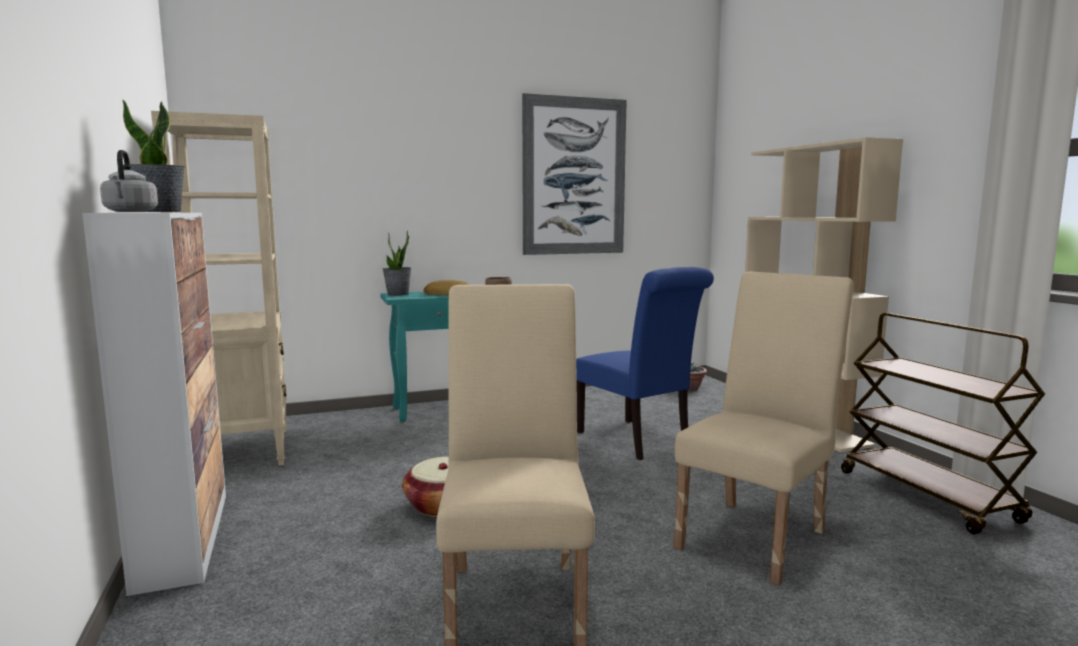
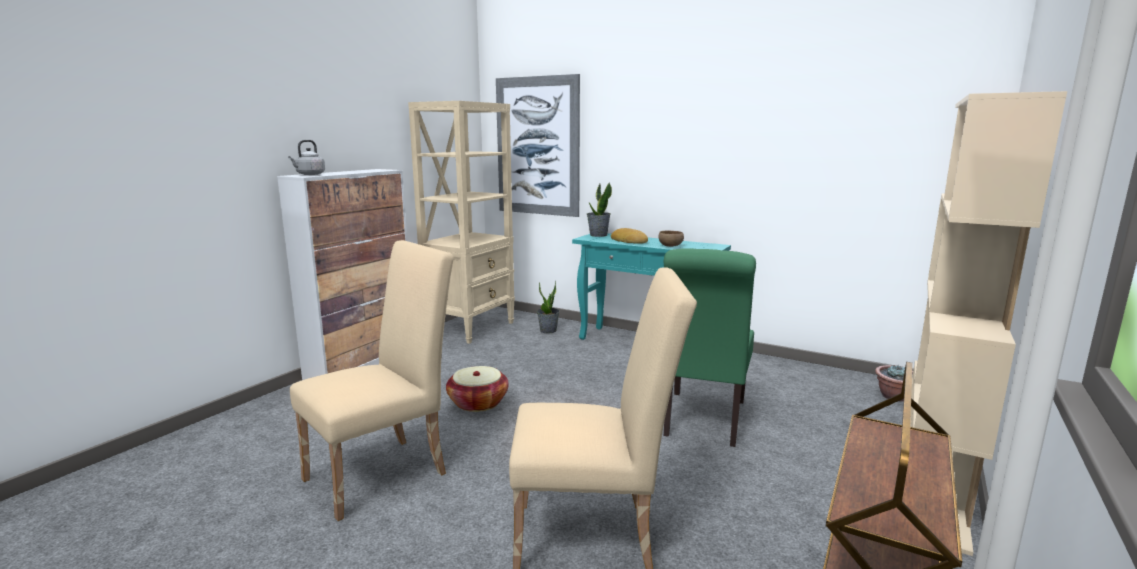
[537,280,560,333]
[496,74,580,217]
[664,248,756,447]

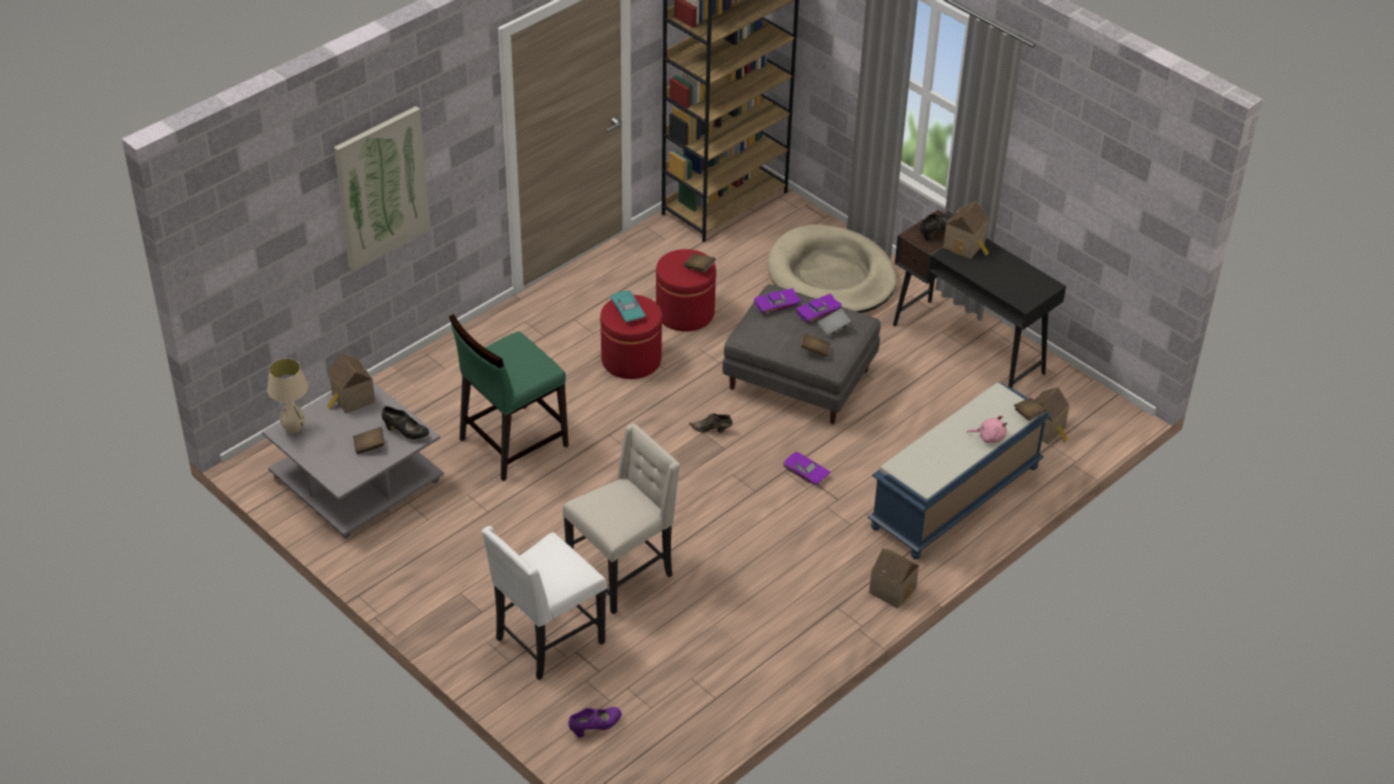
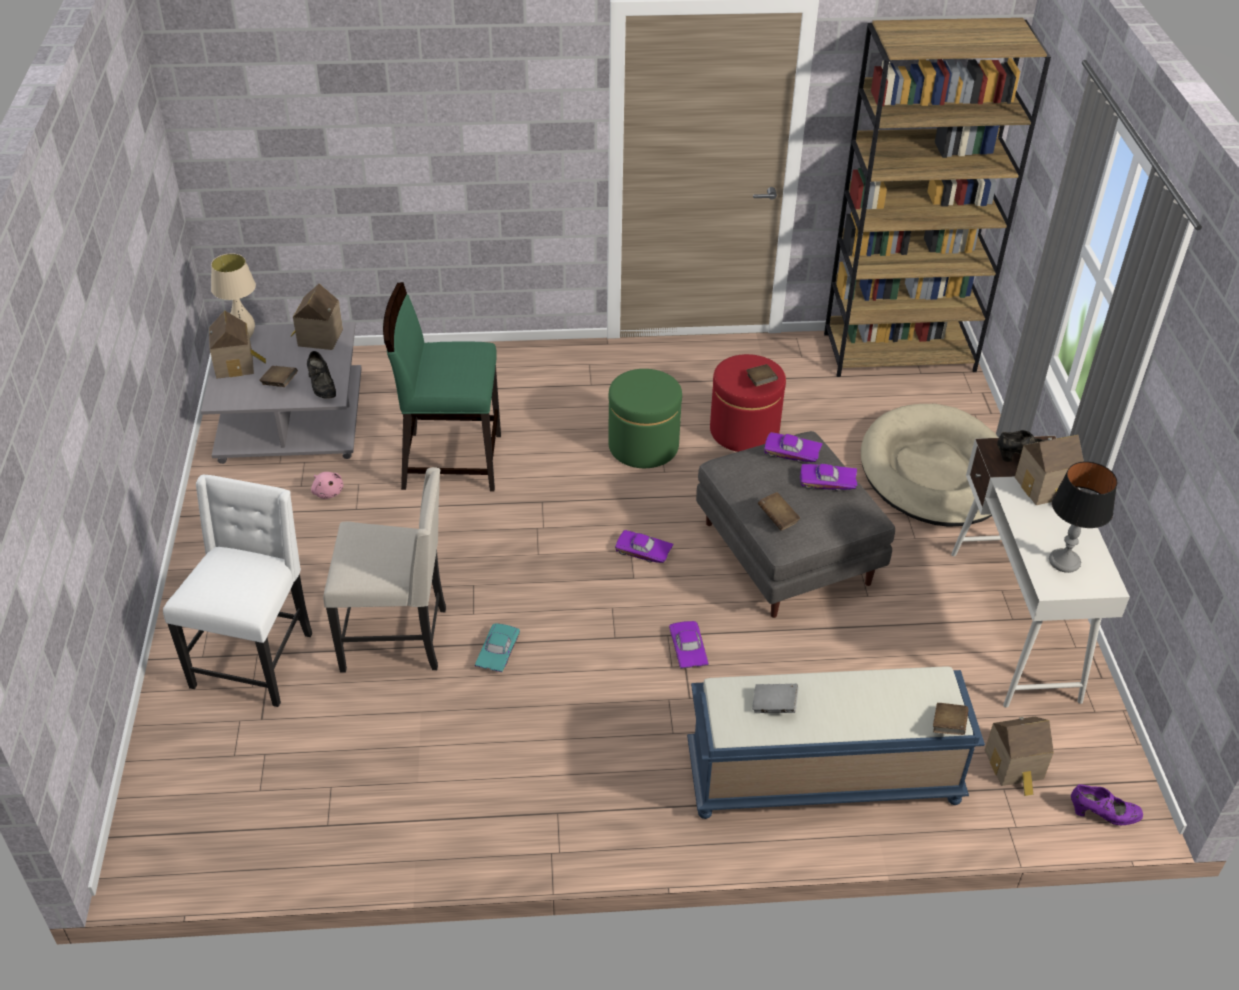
[334,106,431,270] (first image)
[163,475,312,707]
[1071,784,1143,825]
[608,369,682,468]
[475,623,520,672]
[615,530,673,563]
[752,684,798,713]
[209,310,266,379]
[951,436,1130,708]
[311,472,343,499]
[1049,461,1117,573]

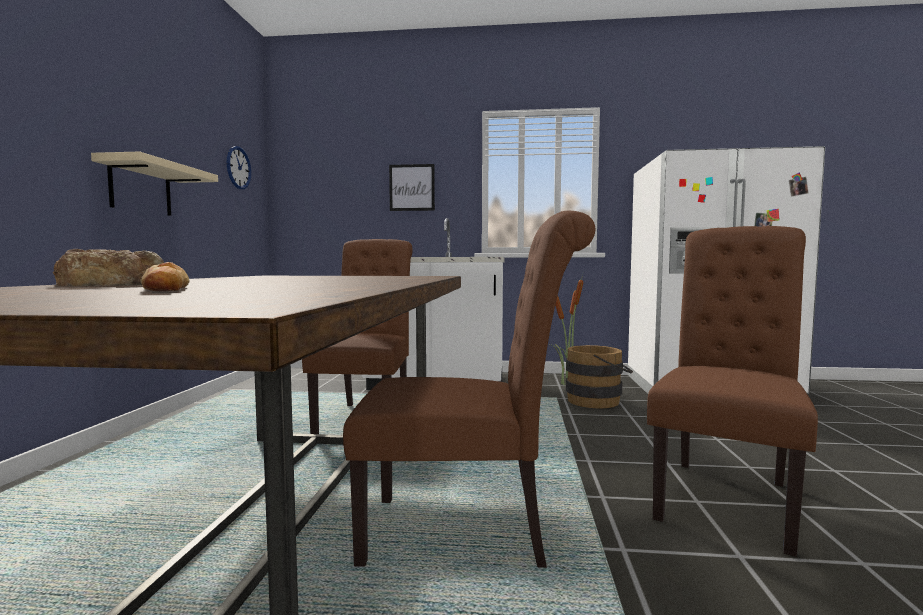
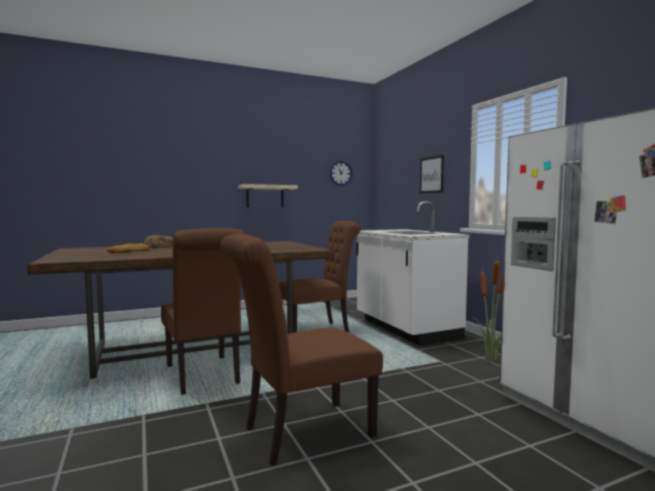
[566,345,633,408] (first image)
[221,234,383,466]

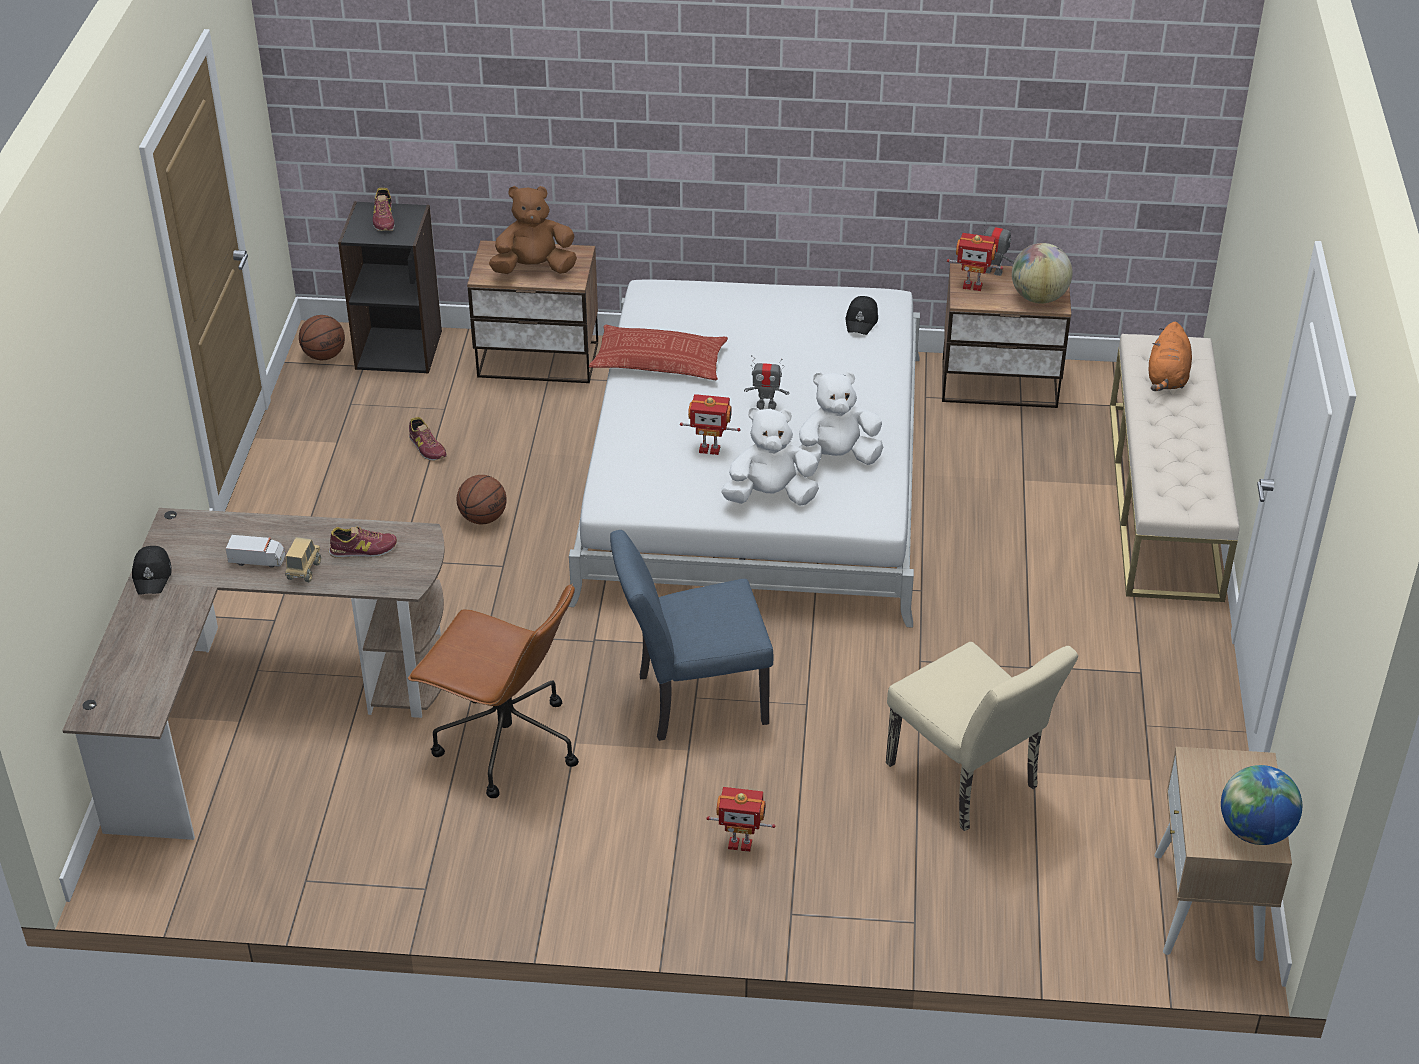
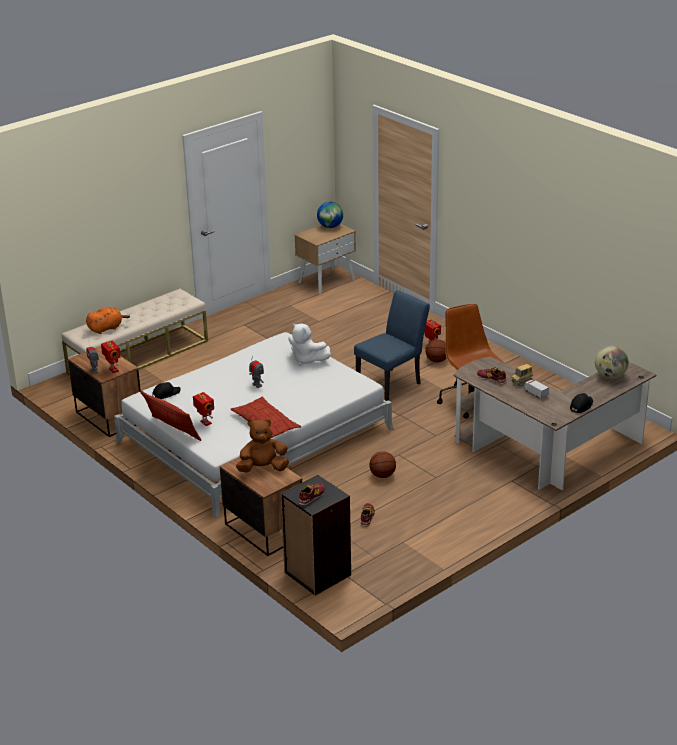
[426,339,446,363]
[236,419,289,473]
[354,290,430,401]
[193,392,214,426]
[799,371,883,465] (first image)
[886,642,1078,831] (first image)
[595,346,629,379]
[140,390,201,441]

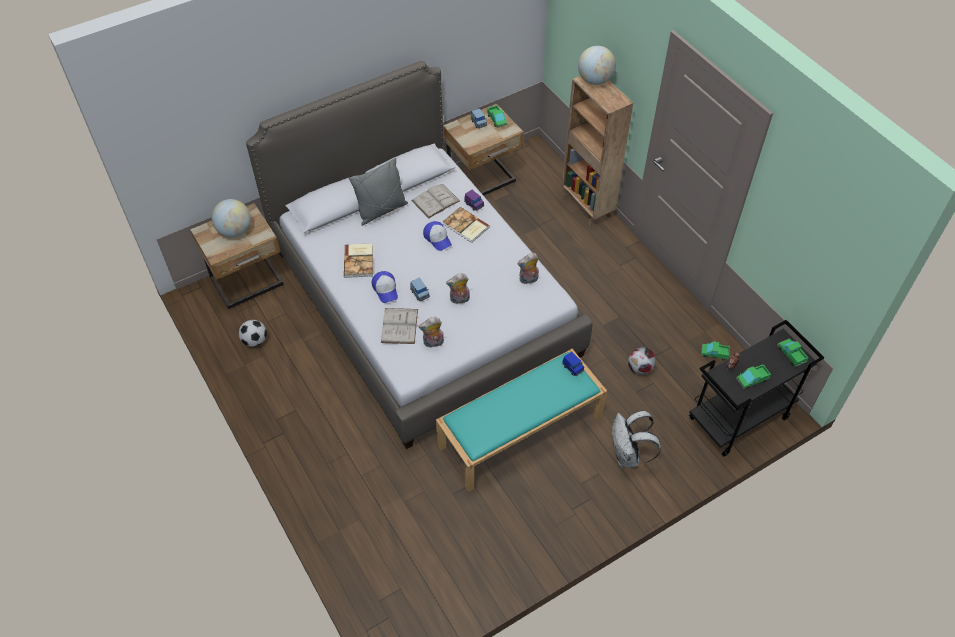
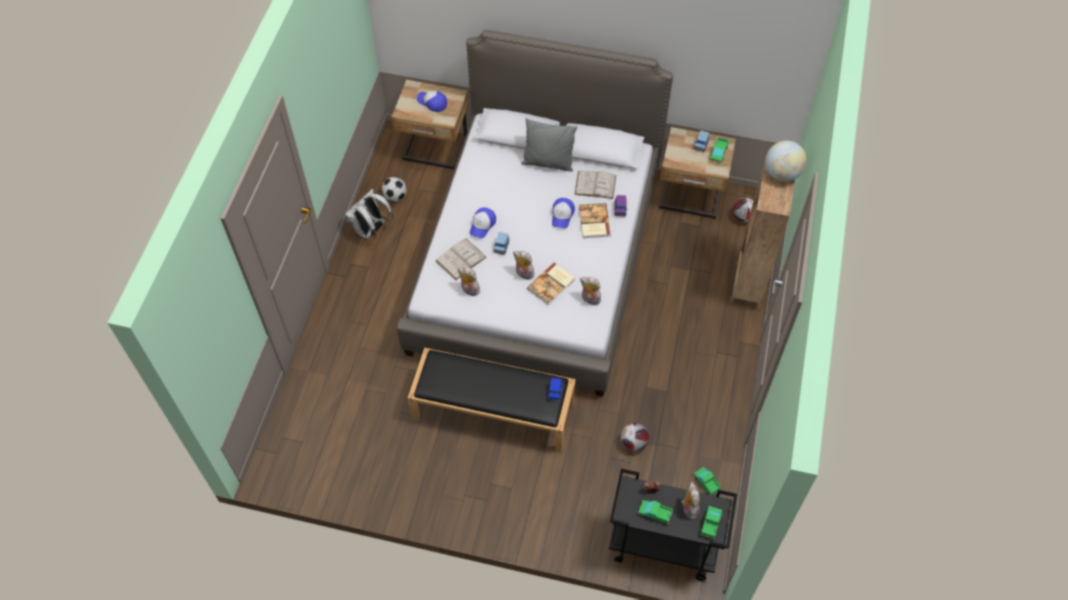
[417,91,447,112]
[527,262,575,305]
[408,348,575,453]
[345,189,393,240]
[682,482,700,519]
[732,198,753,223]

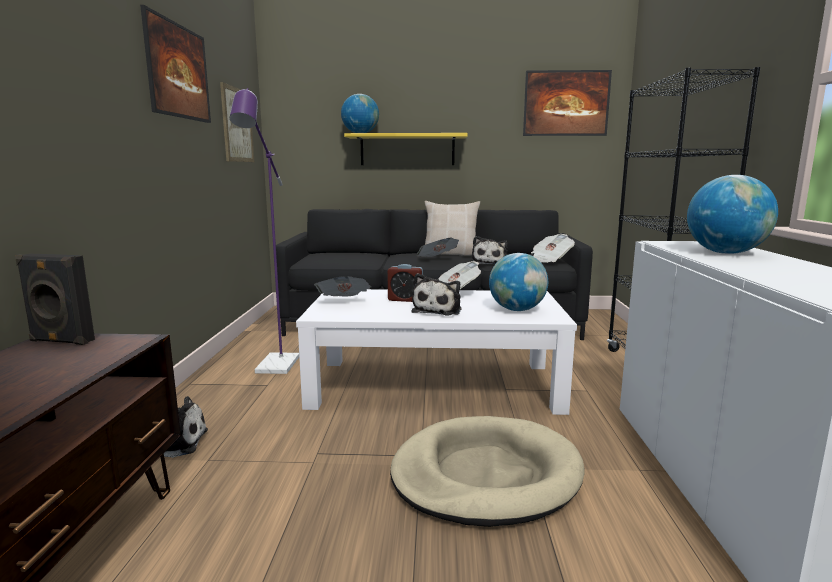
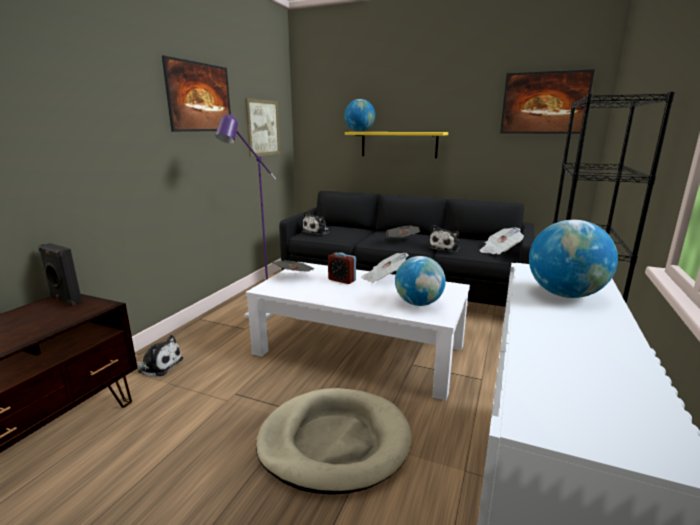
[301,211,330,235]
[425,201,480,256] (first image)

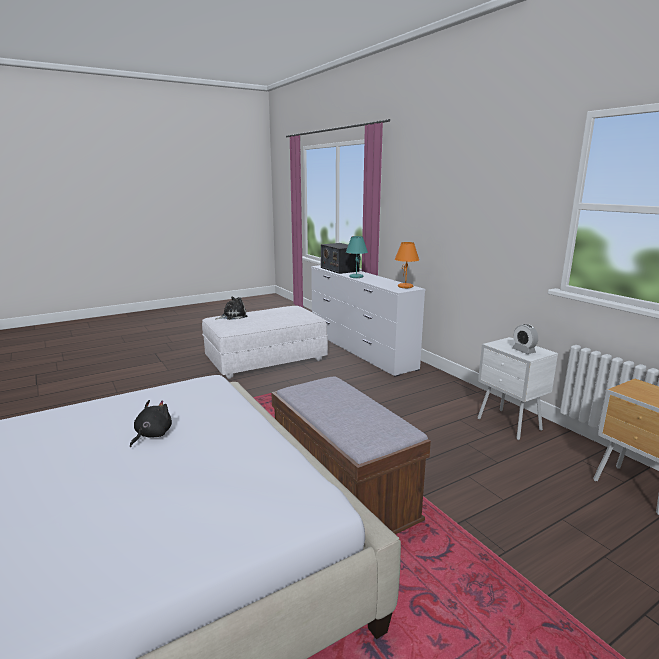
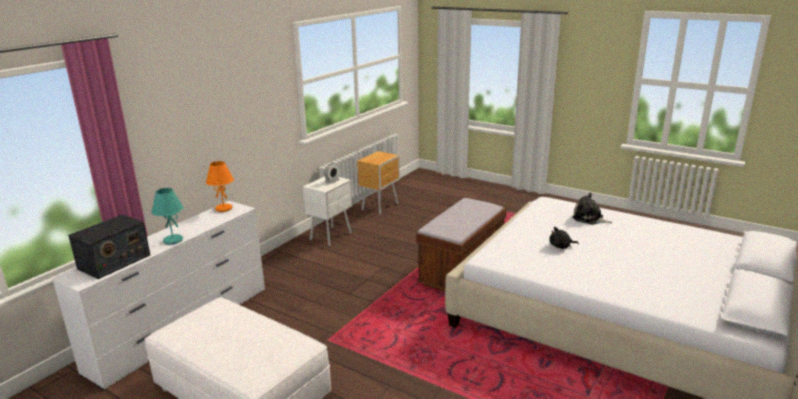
[572,192,612,225]

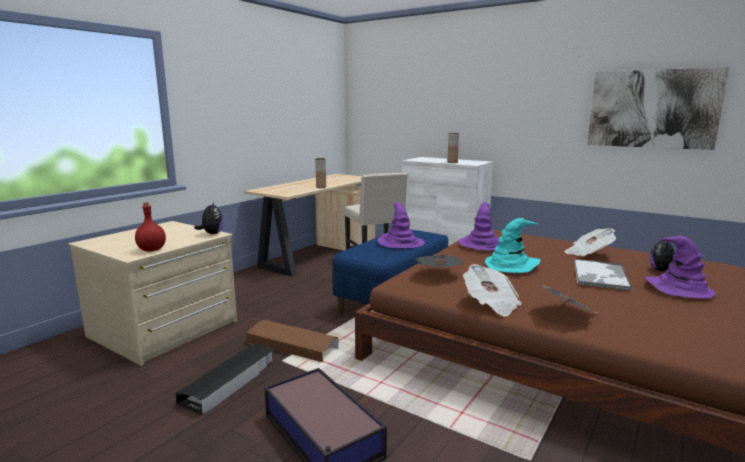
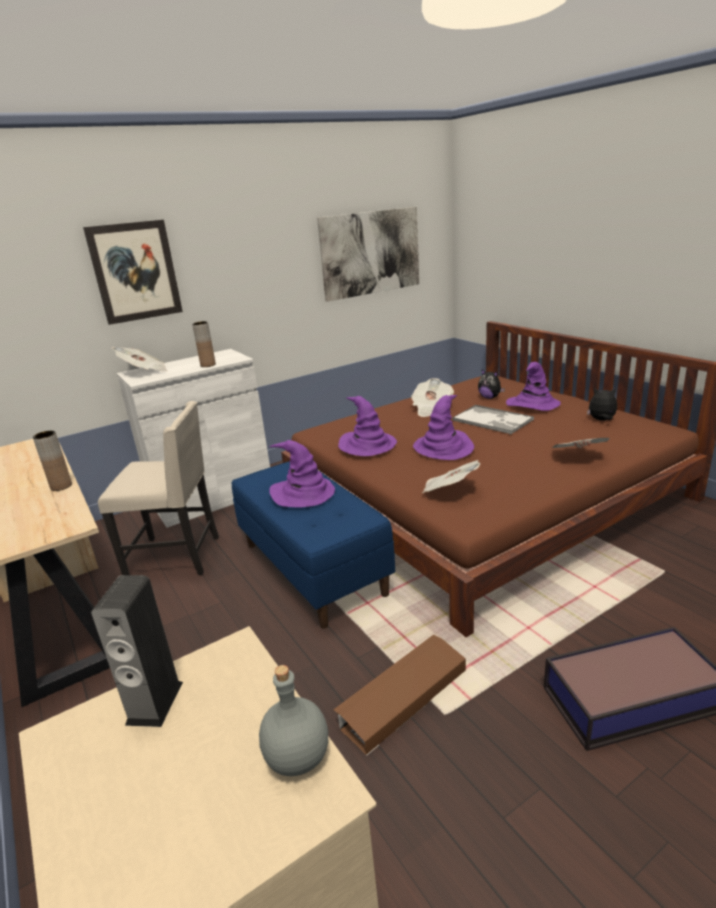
[259,665,328,776]
[175,344,275,416] (first image)
[587,388,617,421]
[112,347,168,372]
[413,395,474,460]
[83,220,183,325]
[91,575,183,727]

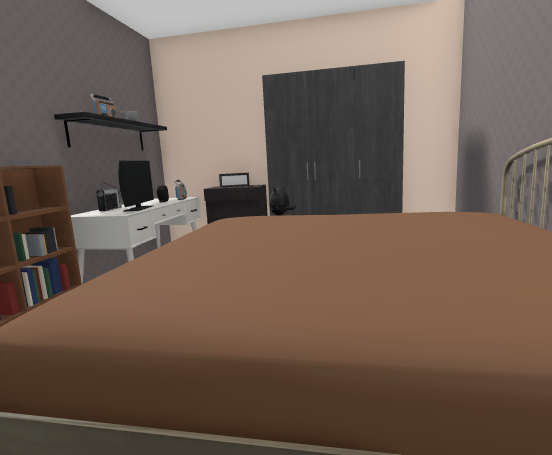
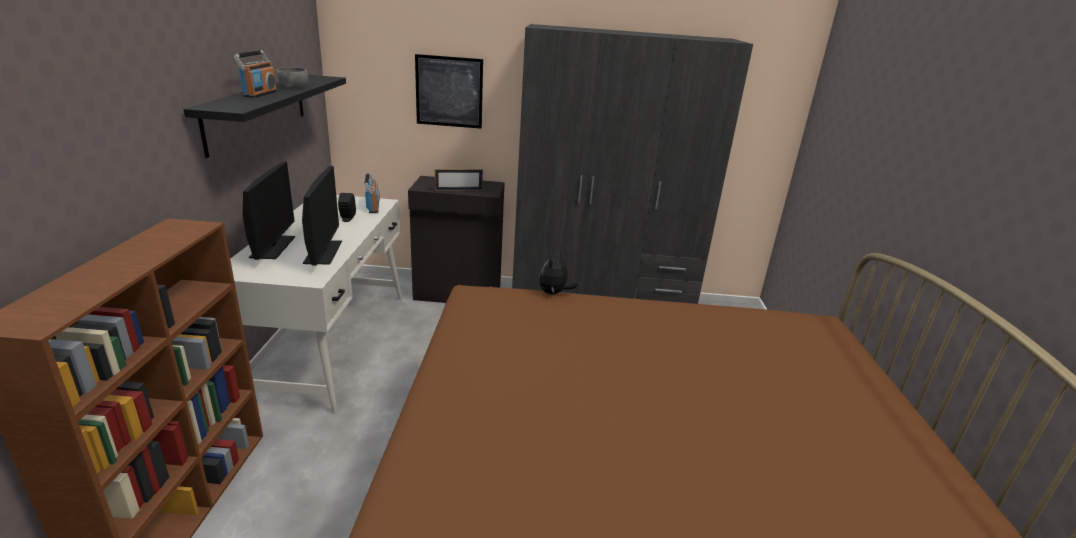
[243,162,295,260]
[415,54,483,129]

